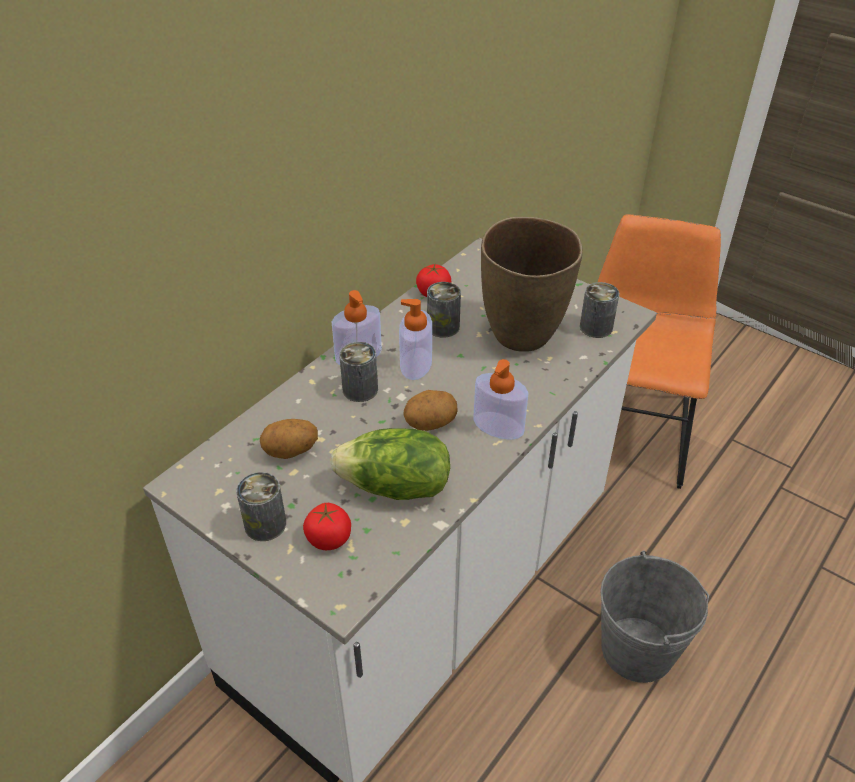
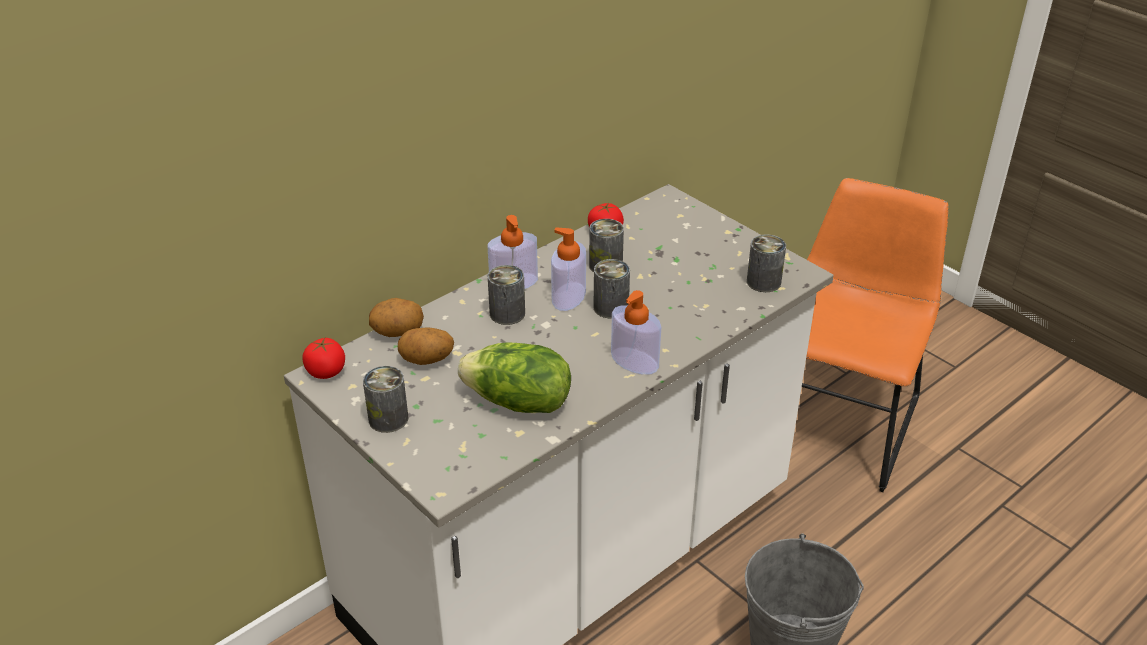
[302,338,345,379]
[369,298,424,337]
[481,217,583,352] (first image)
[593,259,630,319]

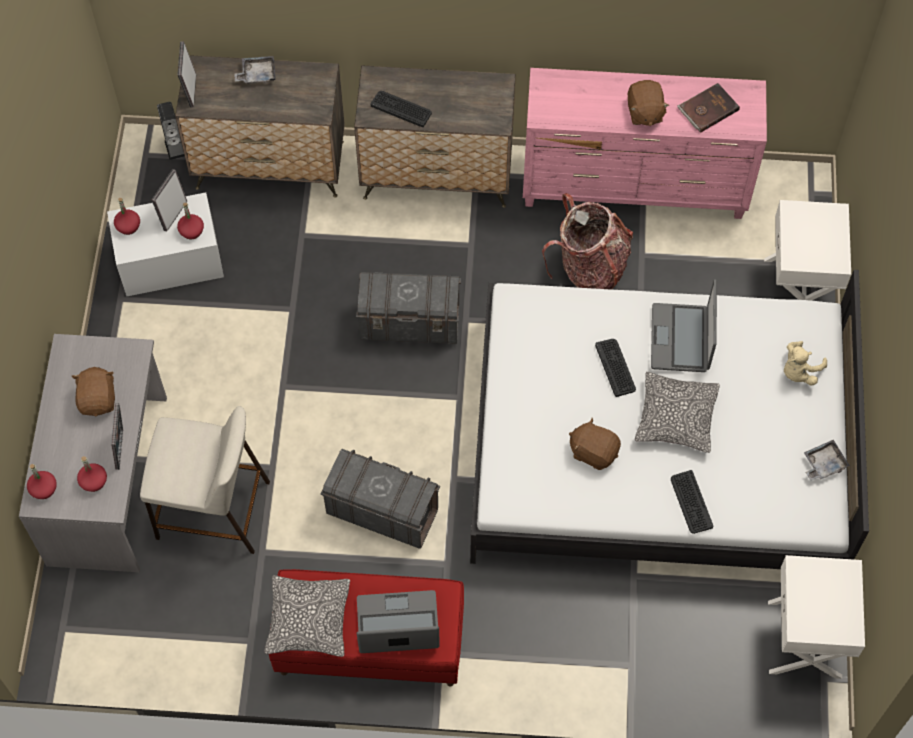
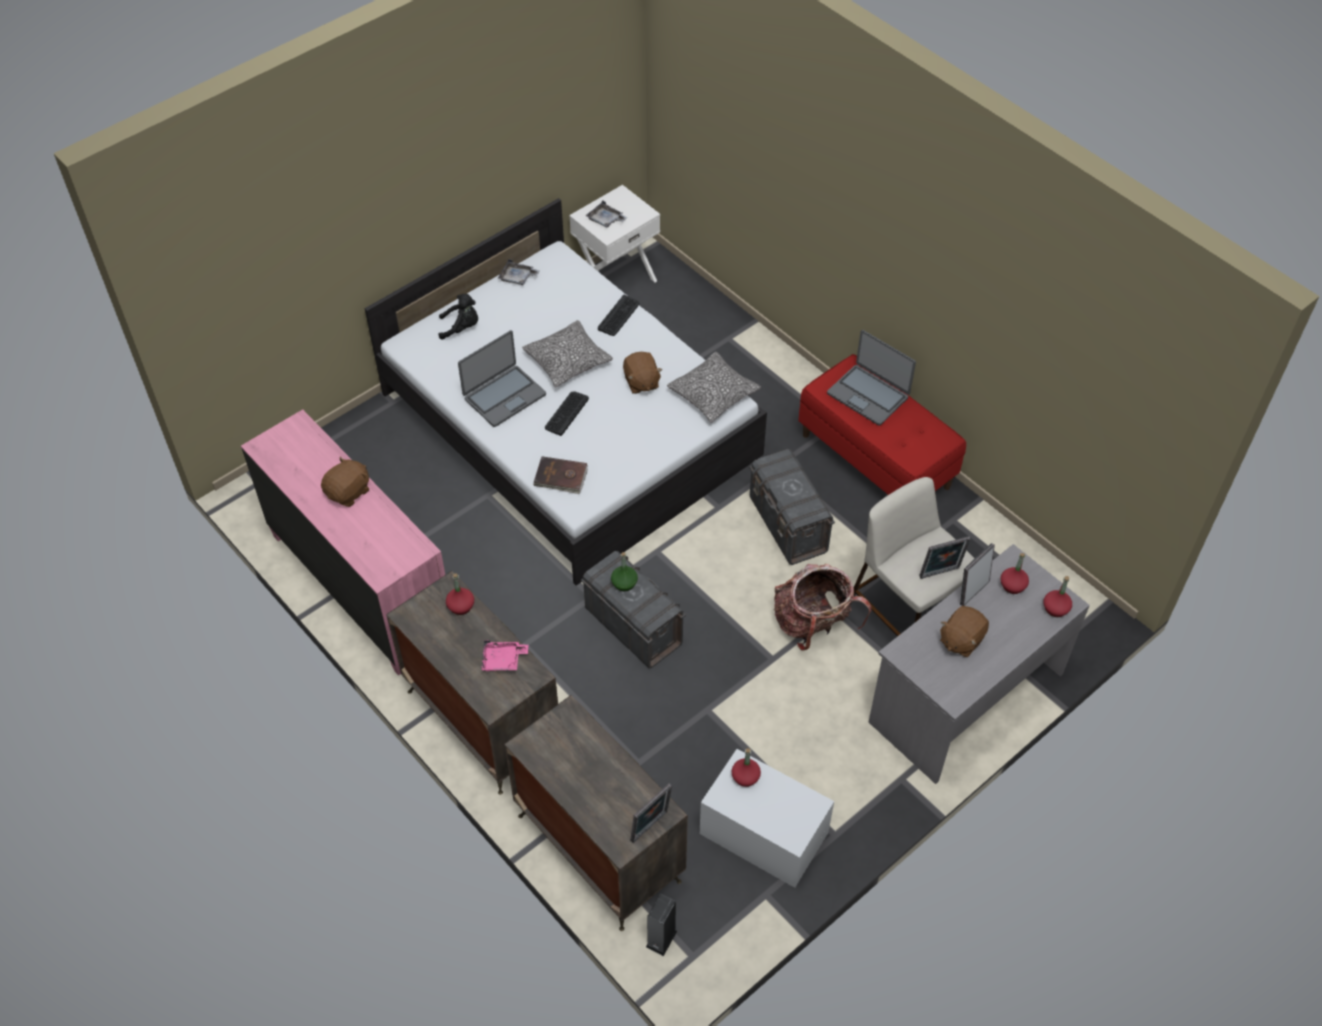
[446,574,474,615]
[919,536,970,579]
[585,200,627,228]
[667,352,761,423]
[481,640,528,671]
[774,564,871,650]
[533,456,588,494]
[764,200,851,301] (first image)
[439,294,478,340]
[611,552,638,591]

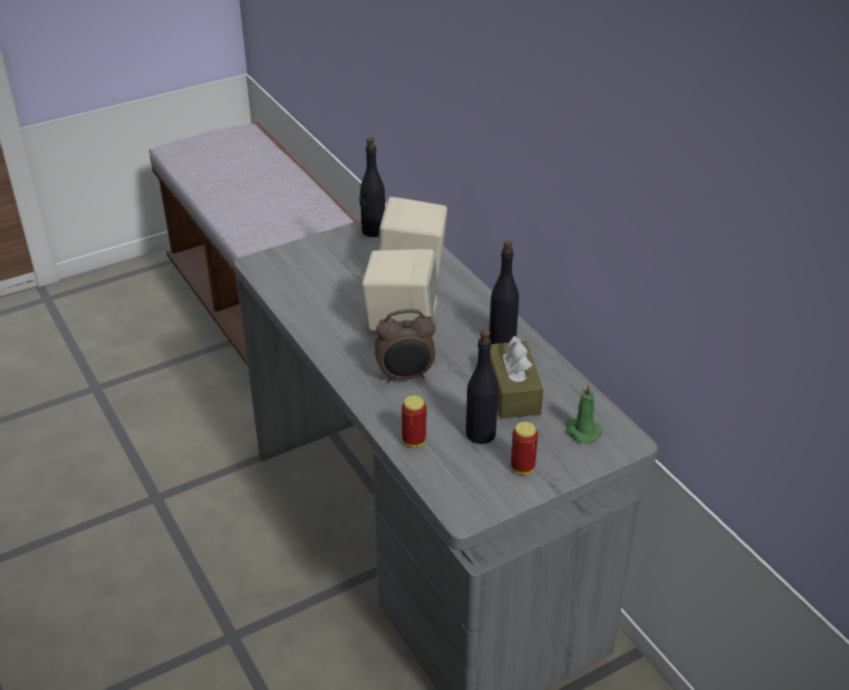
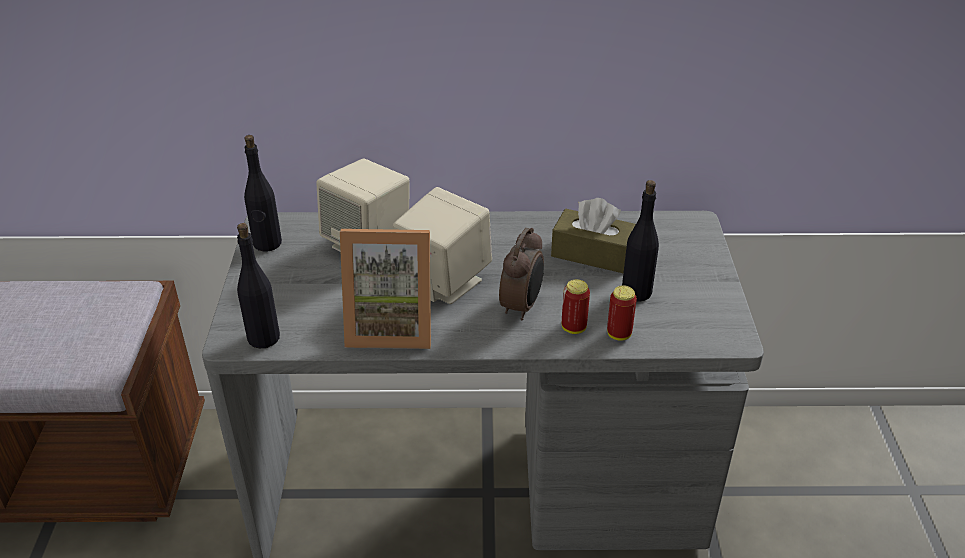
[237,223,280,348]
[562,279,590,334]
[566,384,602,444] (first image)
[340,229,431,349]

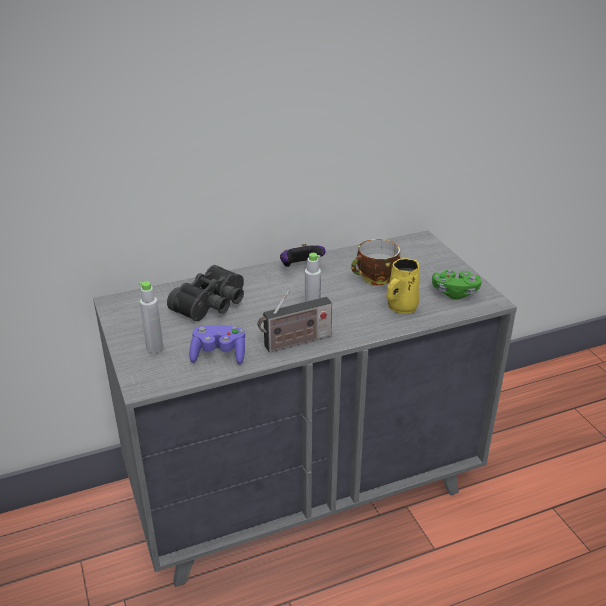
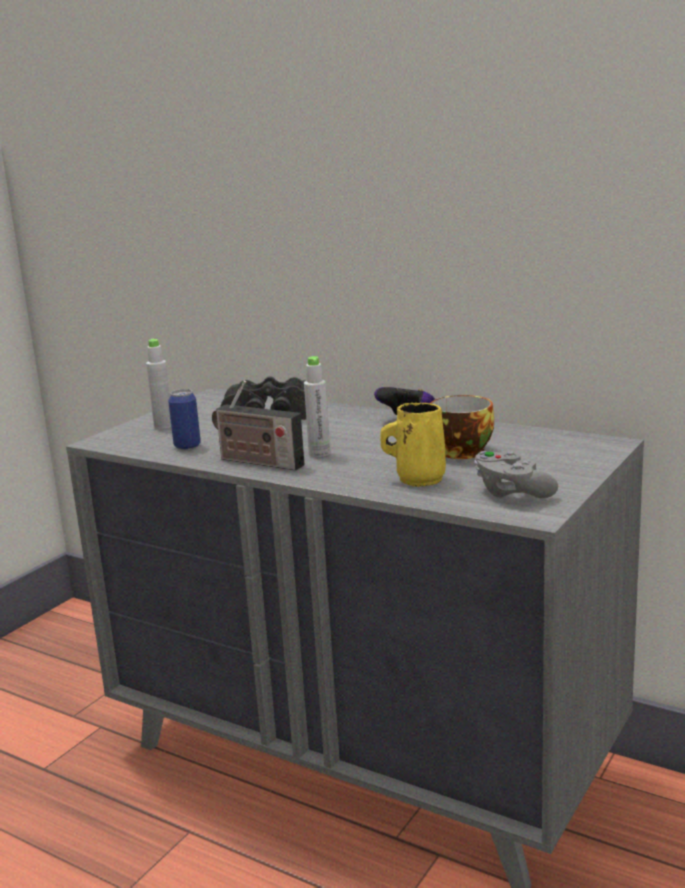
[168,389,201,450]
[474,451,558,498]

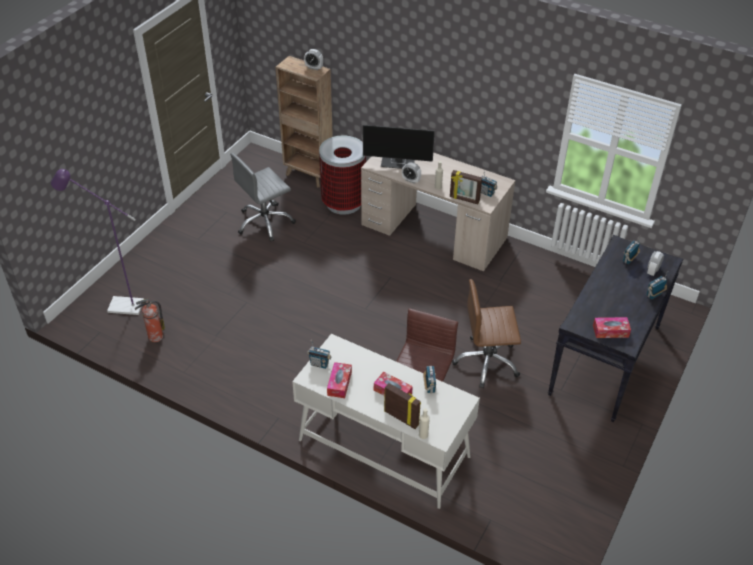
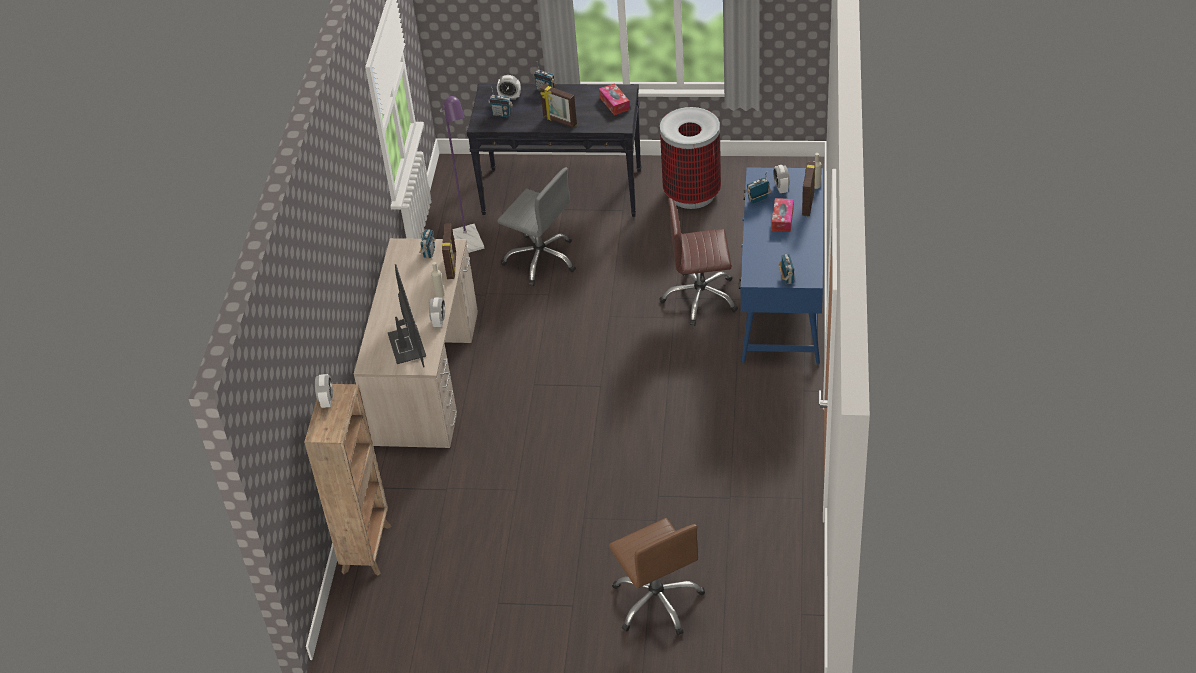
[440,94,484,253]
[135,299,165,342] (first image)
[497,168,576,286]
[739,168,823,364]
[660,107,721,209]
[327,362,352,398] (first image)
[608,518,705,636]
[540,85,577,128]
[773,165,790,193]

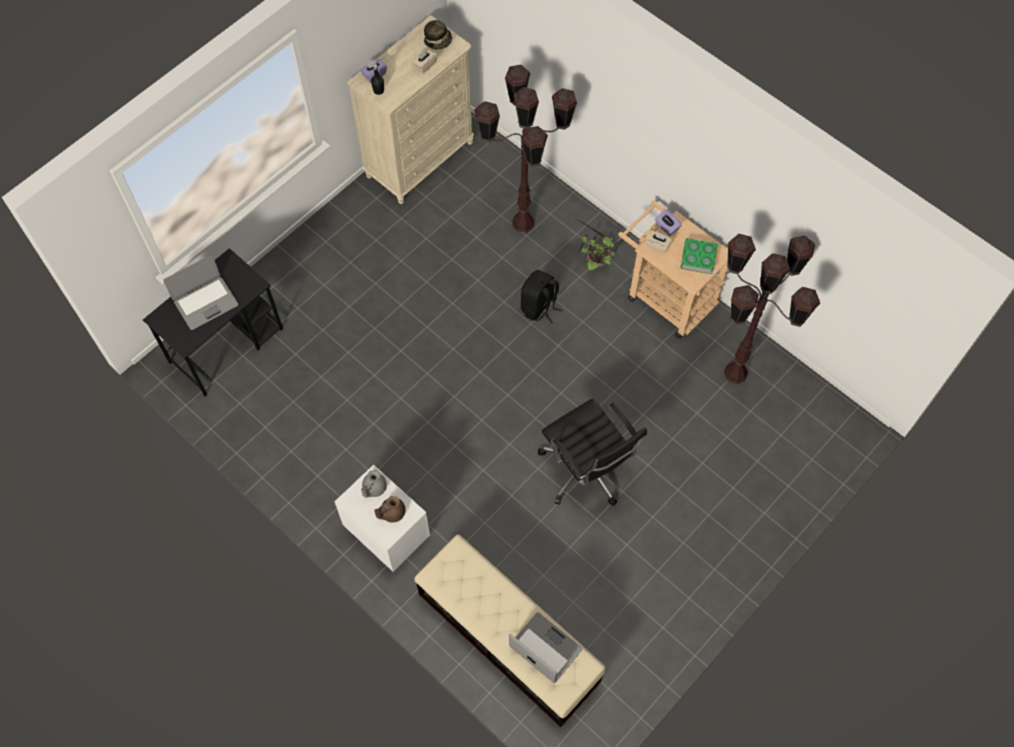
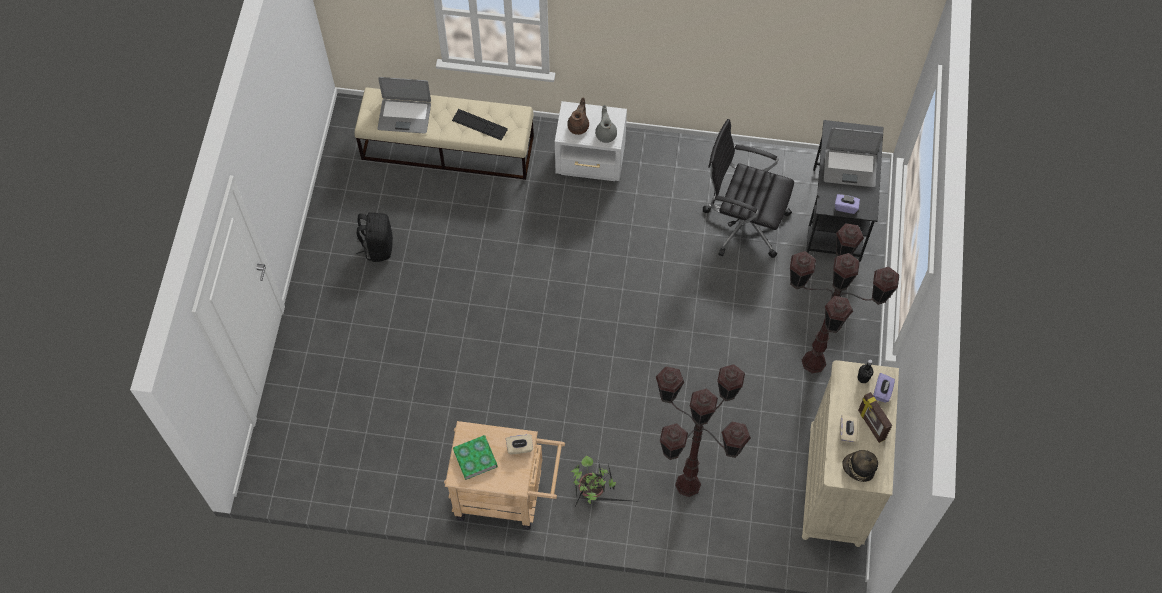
[824,128,883,187]
[356,212,393,262]
[703,119,794,258]
[835,194,860,214]
[790,223,899,374]
[452,109,508,140]
[858,392,892,443]

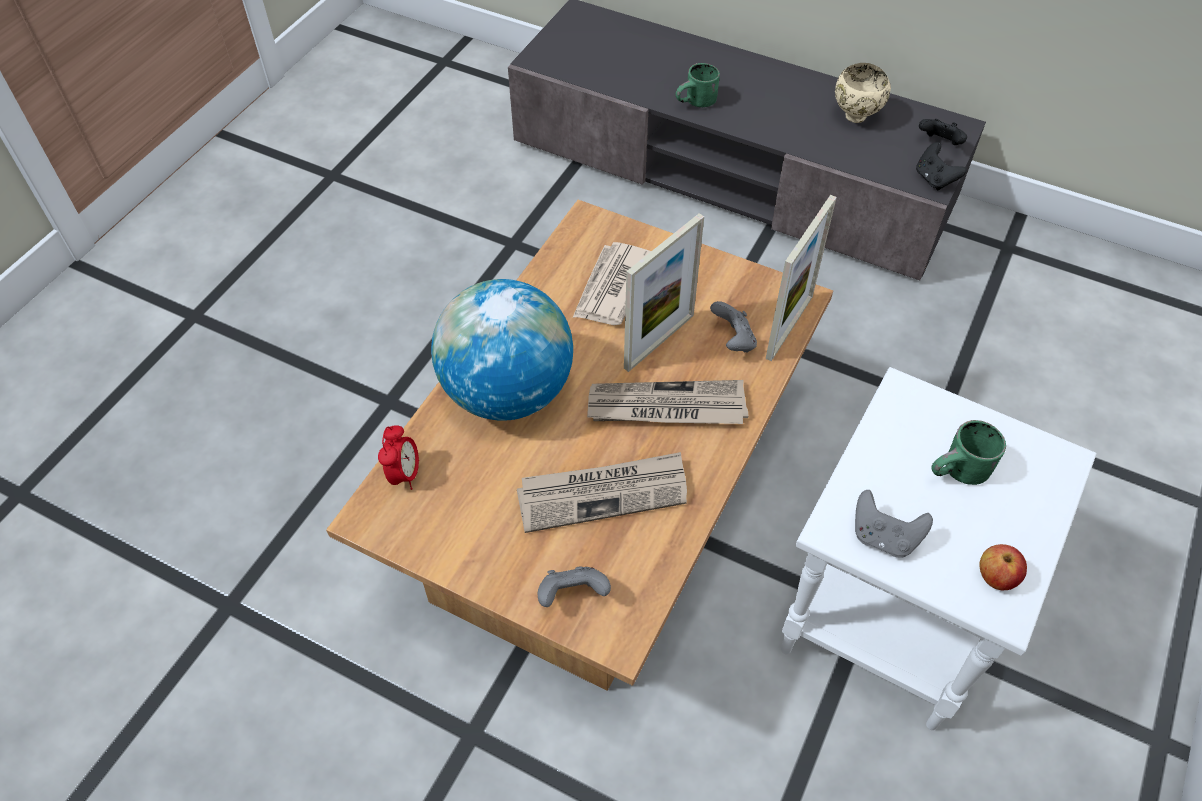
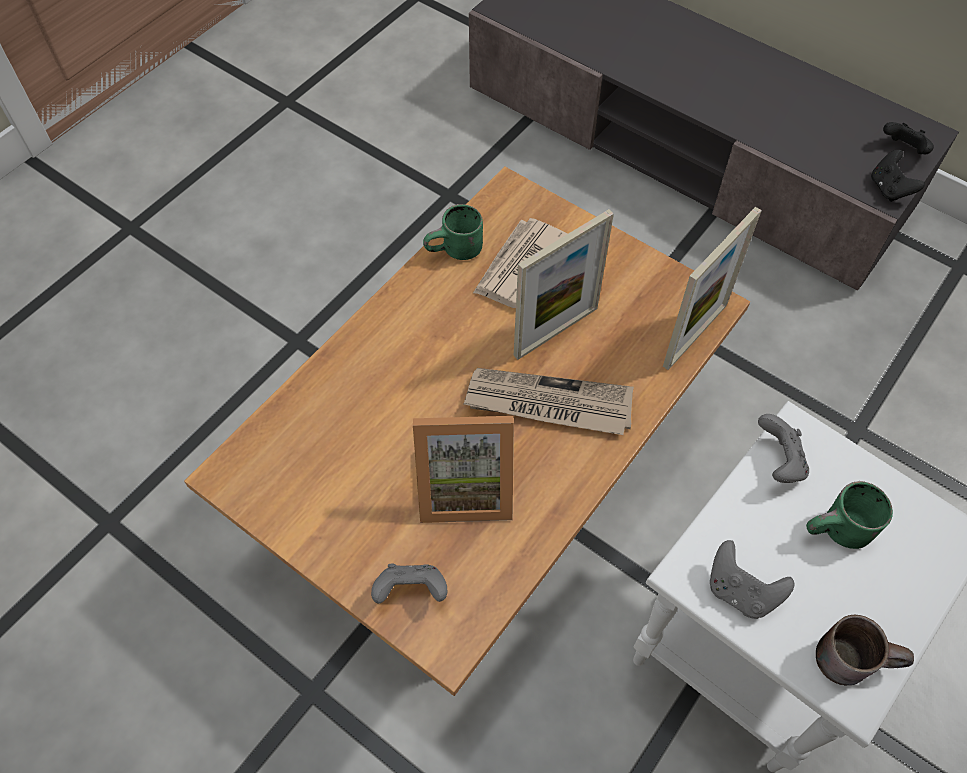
[378,425,419,490] (first image)
[431,279,573,421] (first image)
[413,416,514,523]
[423,204,483,260]
[758,414,809,483]
[835,63,891,123] (first image)
[816,615,914,685]

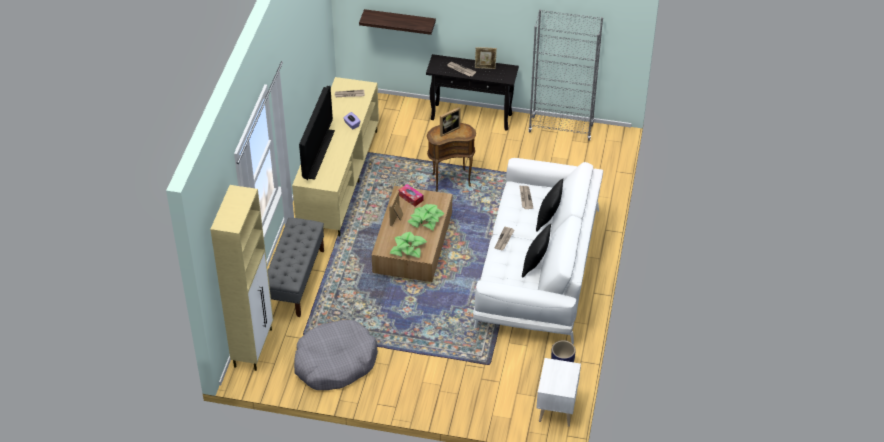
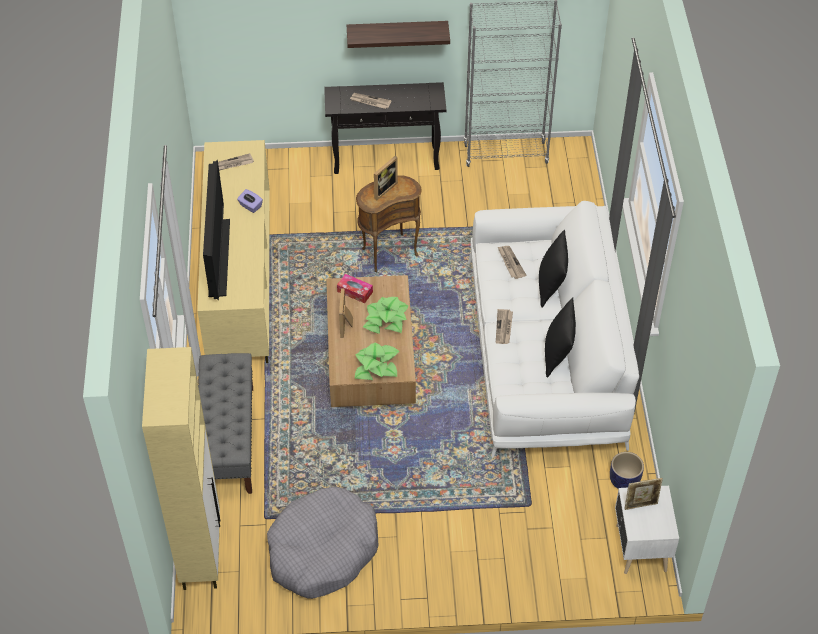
[347,21,450,48]
[625,478,663,510]

